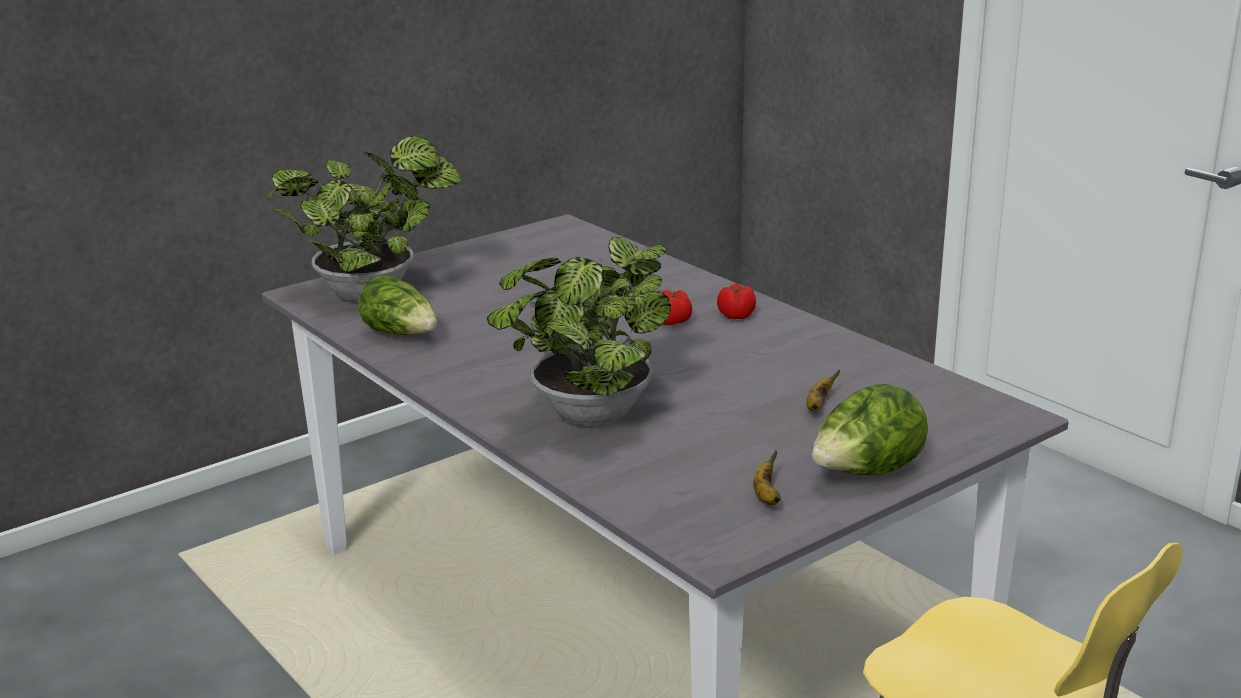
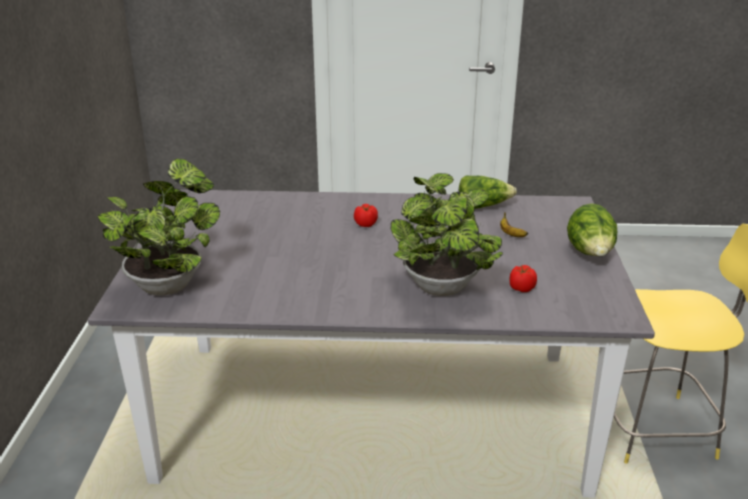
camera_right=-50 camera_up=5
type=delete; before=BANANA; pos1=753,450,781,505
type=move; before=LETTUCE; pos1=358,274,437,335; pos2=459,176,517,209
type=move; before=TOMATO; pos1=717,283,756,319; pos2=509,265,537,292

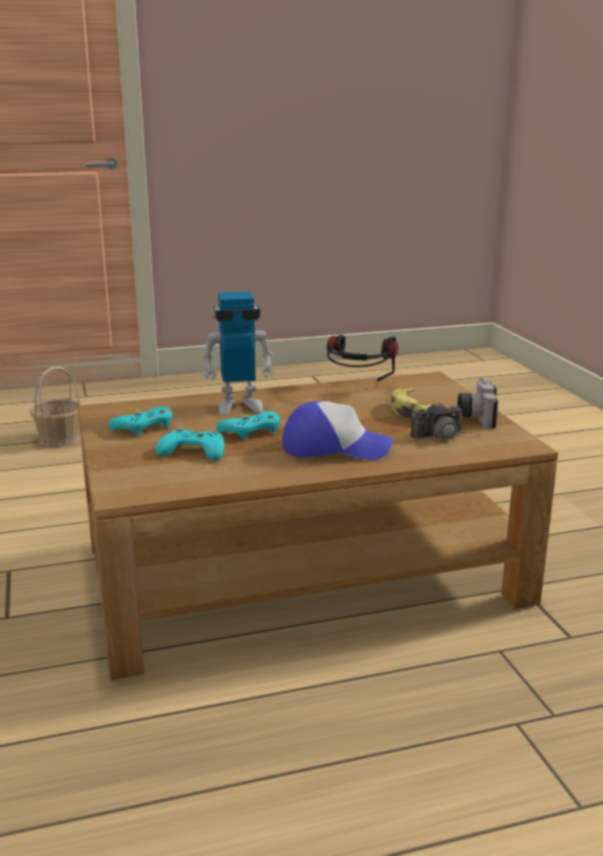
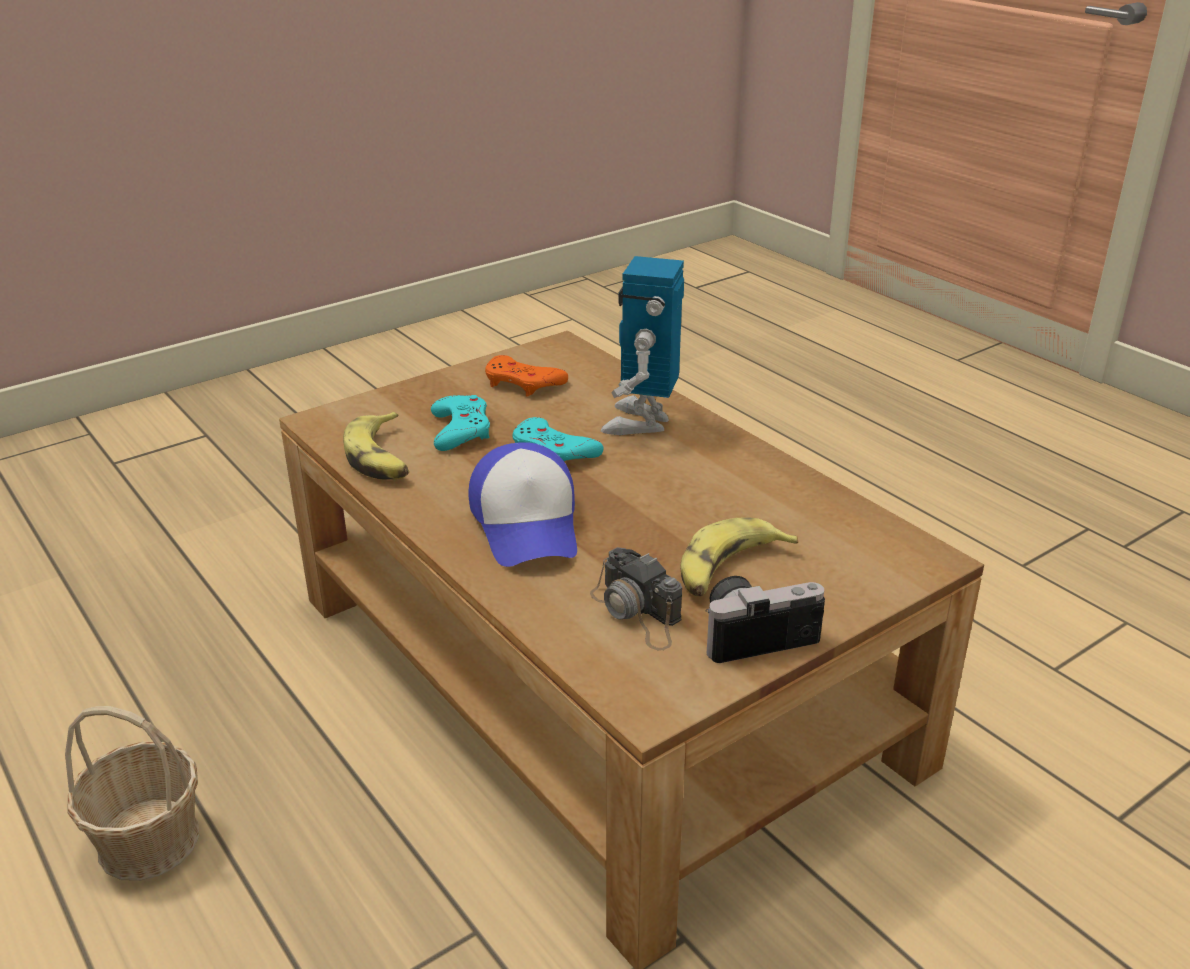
camera_right=70 camera_up=10
type=delete; before=HEADPHONES; pos1=327,335,398,381
type=insert; after=BANANA; pos2=343,412,409,480
type=move; before=BASKET; pos1=30,366,82,447; pos2=65,706,200,881
type=recolor; before=TURQUOISE GAME CONTROLLER; after=ORANGE GAME CONTROLLER; pos1=108,406,172,435; pos2=485,355,568,397
type=rotate; before=TOY ROBOT; pos1=202,291,274,415; pos2=601,256,684,435; turn=45

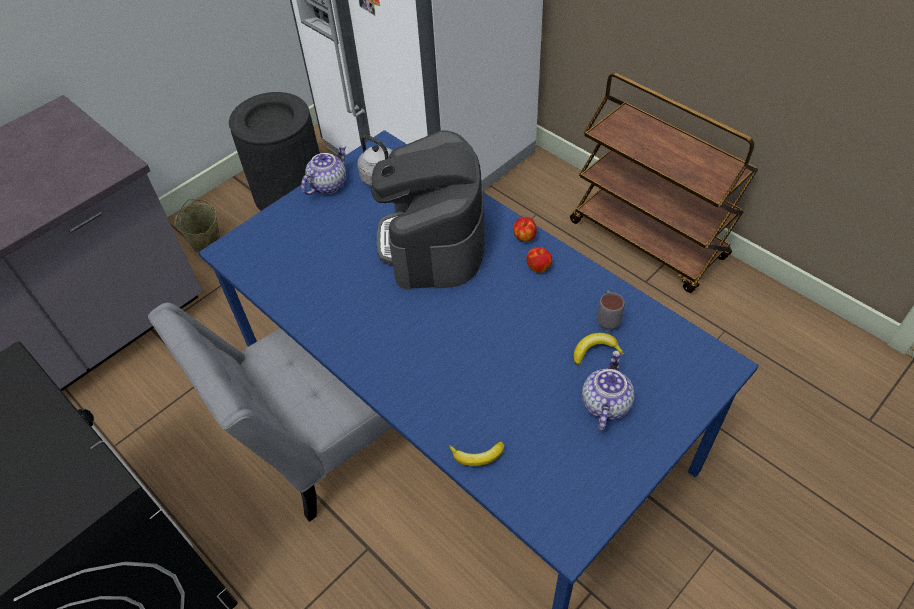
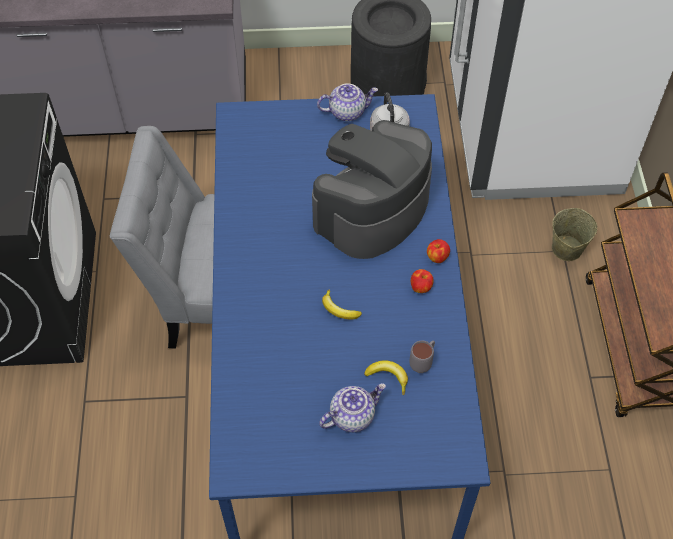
camera_right=40 camera_up=5
type=move; before=BEIGE BUCKET; pos1=175,199,220,253; pos2=552,208,597,261
type=move; before=BANANA; pos1=449,441,504,466; pos2=322,289,362,320

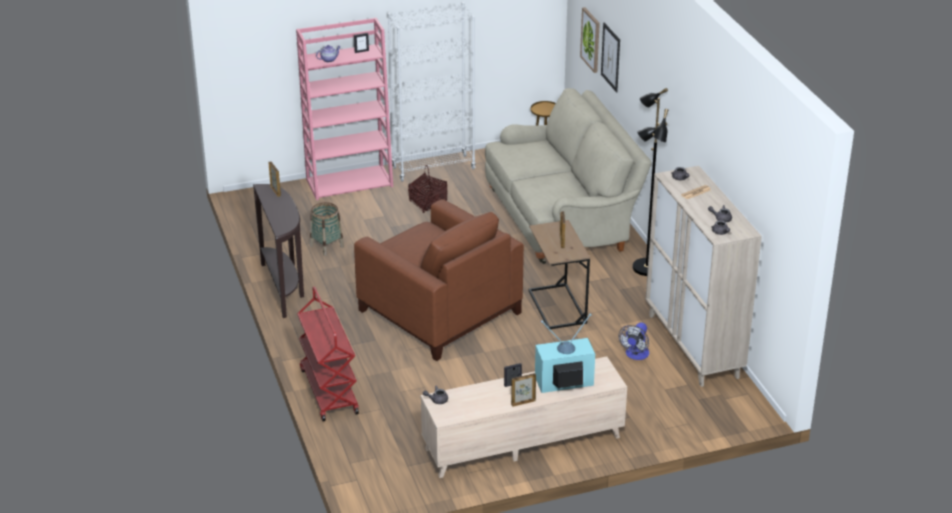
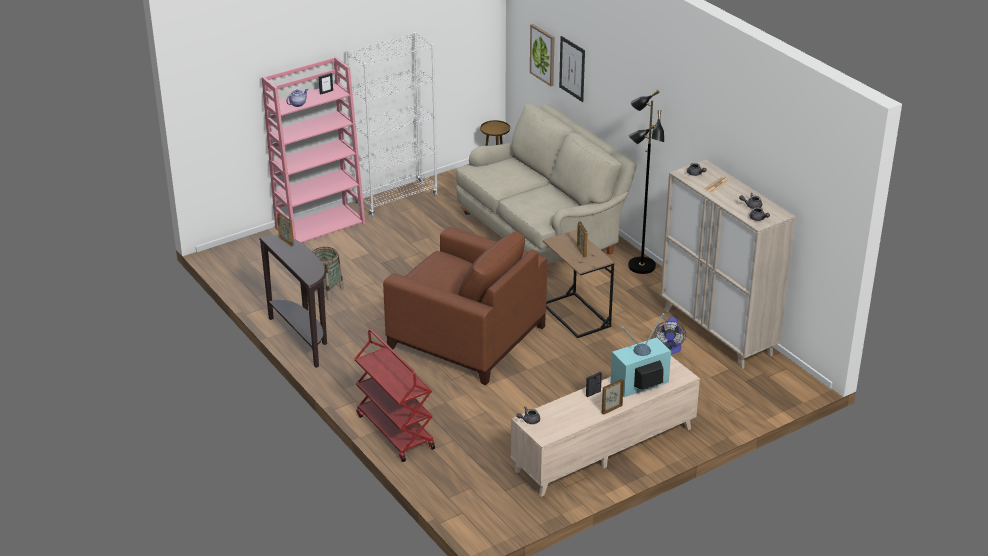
camera_right=-15 camera_up=0
type=delete; before=BASKET; pos1=408,165,448,213

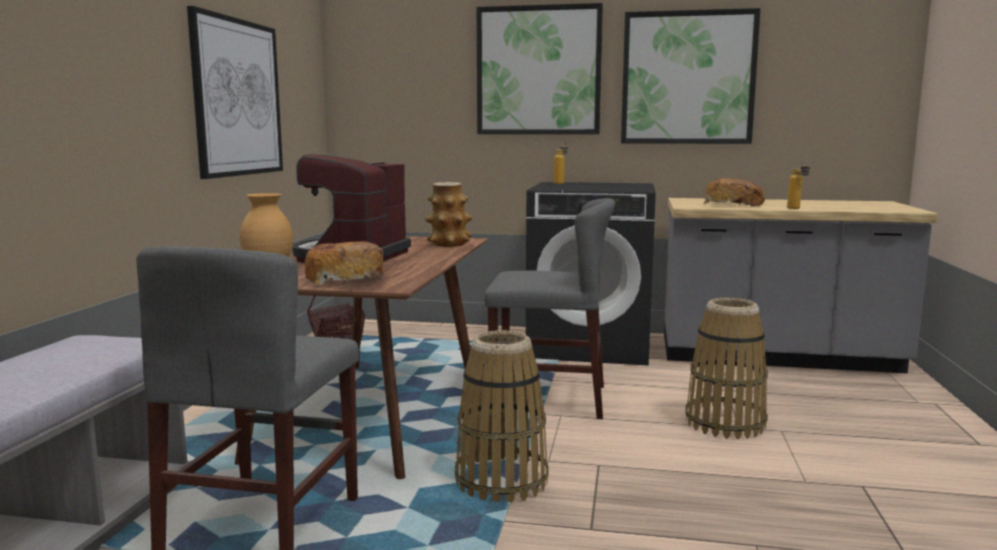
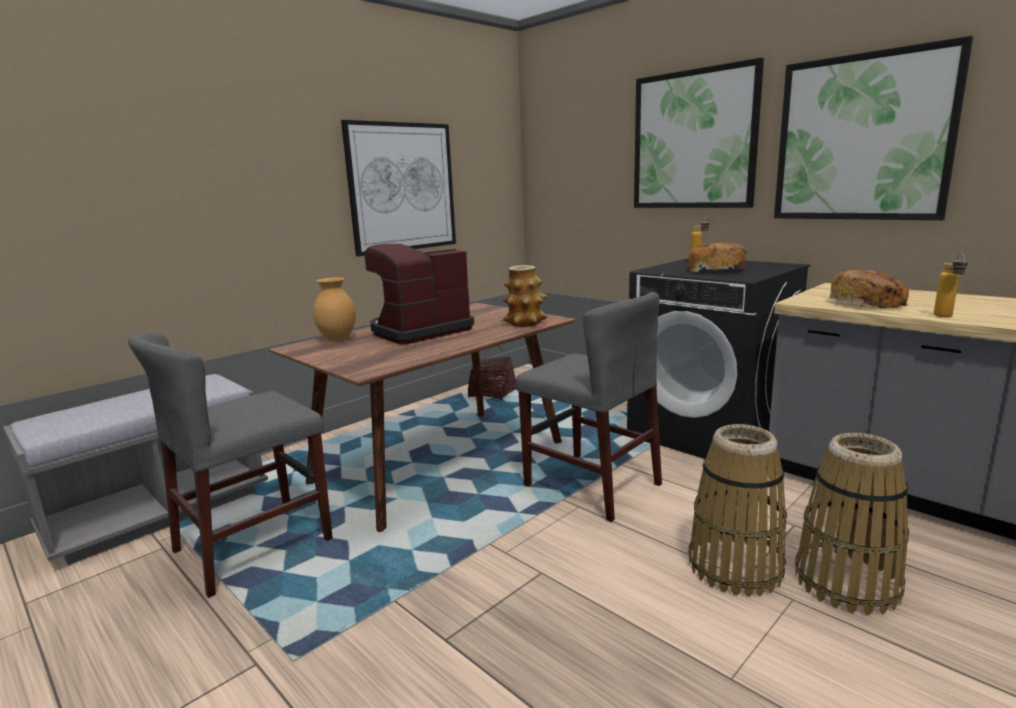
camera_right=35 camera_up=5
type=move; before=BREAD; pos1=305,241,383,285; pos2=688,242,747,272
type=move; before=BASKET; pos1=455,330,549,503; pos2=795,433,909,615

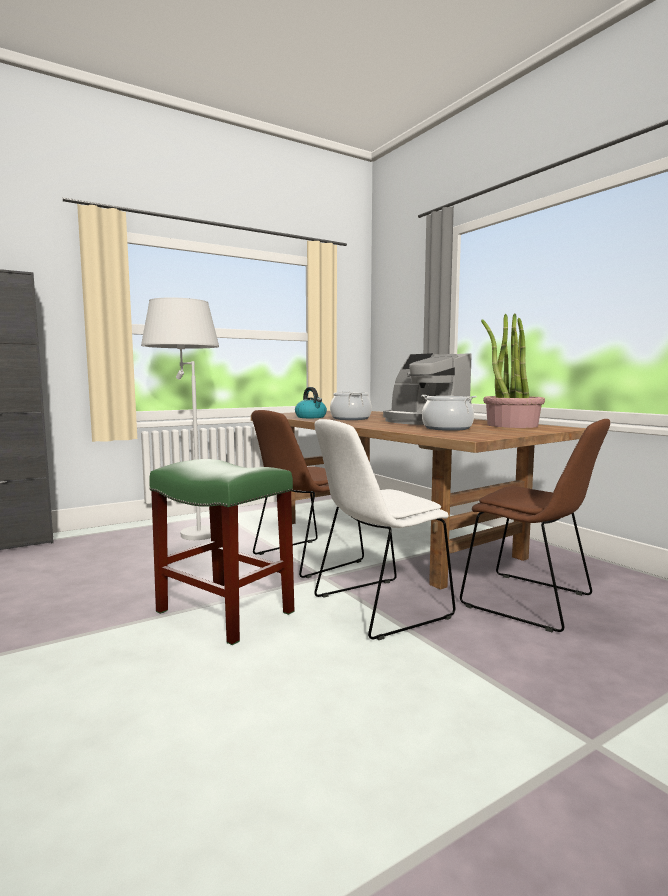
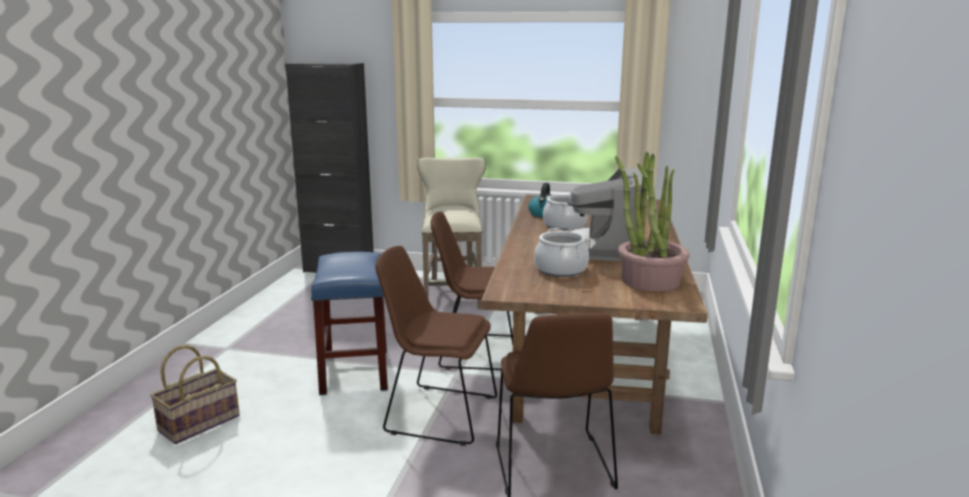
camera_right=45 camera_up=10
type=insert; after=BASKET; pos2=150,345,240,444
type=replace; before=WHITE FLOOR LAMP; after=BEIGE STOOL; pos1=141,298,219,540; pos2=417,157,486,309
type=recolor; before=GREEN STOOL; after=BLUE STOOL; pos1=149,459,294,645; pos2=311,252,388,395
type=recolor; before=WHITE CHAIR; after=BROWN CHAIR; pos1=314,419,455,640; pos2=375,246,497,446

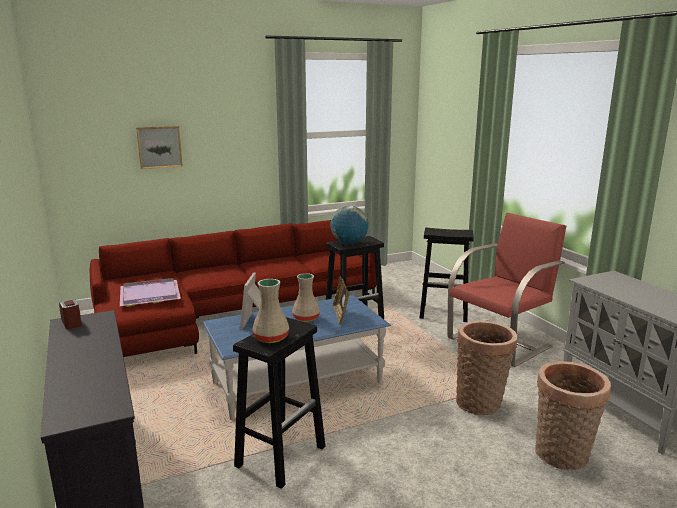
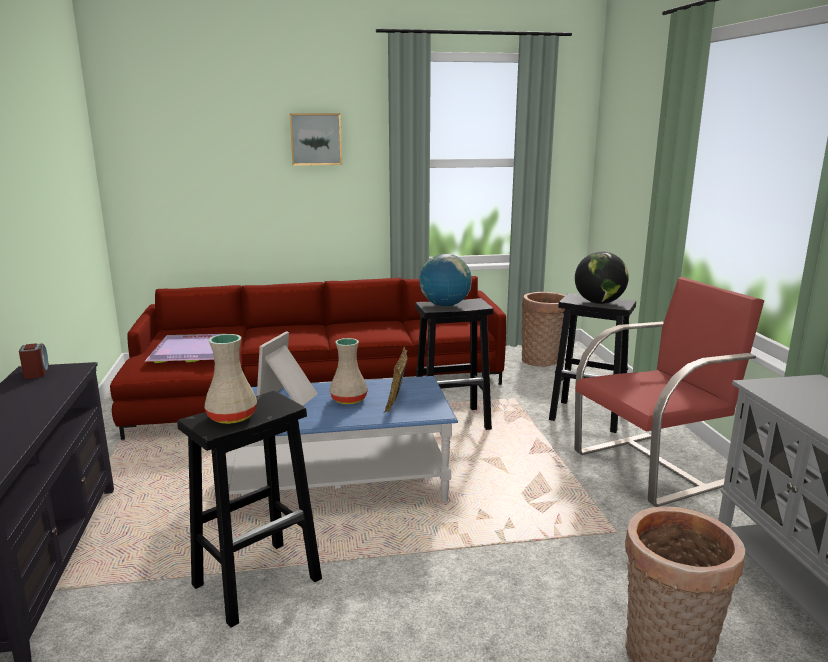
camera_right=15 camera_up=0
type=insert; after=GLOBE; pos2=575,252,629,304
type=move; before=PICTURE; pos1=136,126,183,169; pos2=290,113,342,166
type=move; before=BASKET; pos1=456,321,517,415; pos2=522,292,566,367

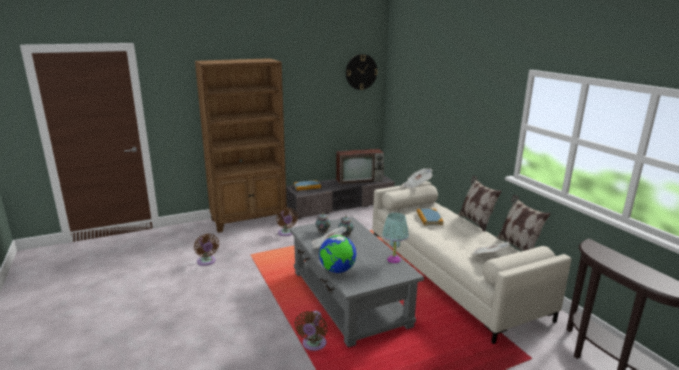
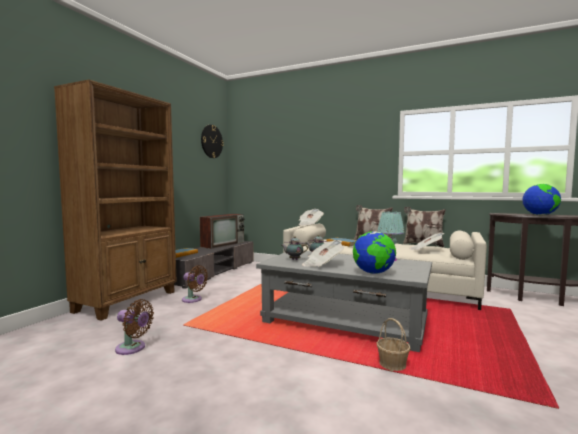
camera_right=-40 camera_up=-15
type=insert; after=GLOBE; pos2=522,184,561,215
type=replace; before=BROWN FAN; after=BASKET; pos1=295,311,327,351; pos2=376,318,411,372

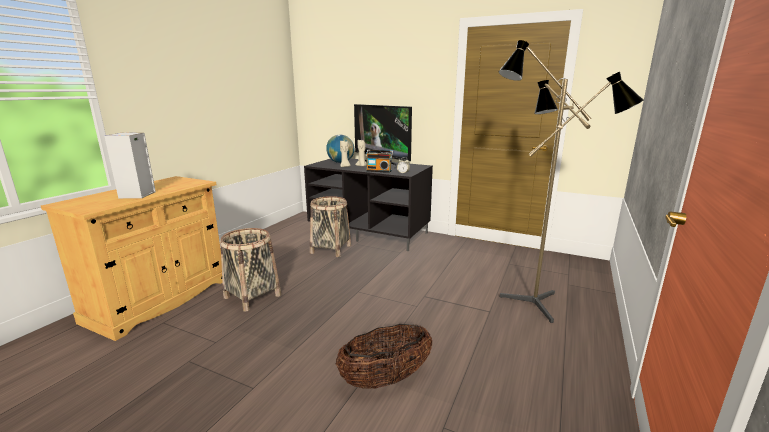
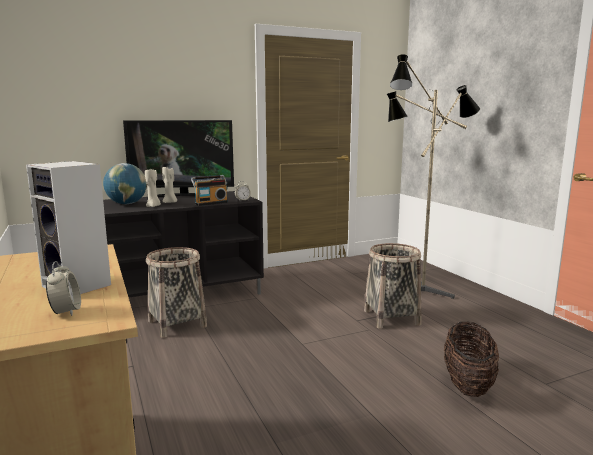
camera_right=-50 camera_up=-5
type=insert; after=ALARM CLOCK; pos2=46,261,81,316
type=move; before=BASKET; pos1=220,228,281,312; pos2=364,243,422,329

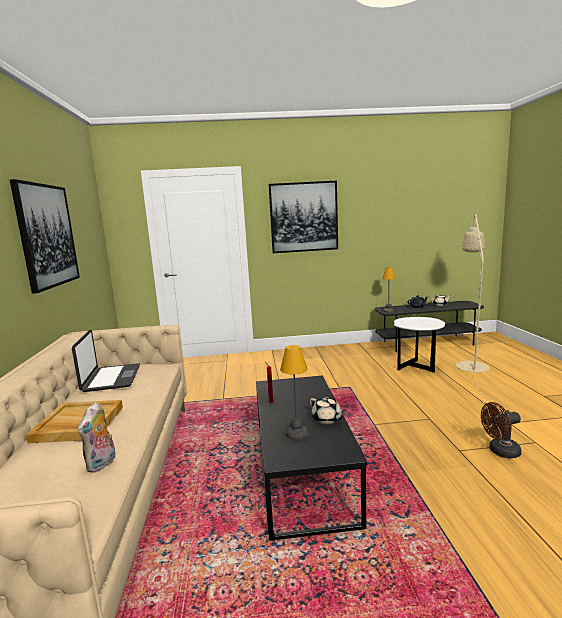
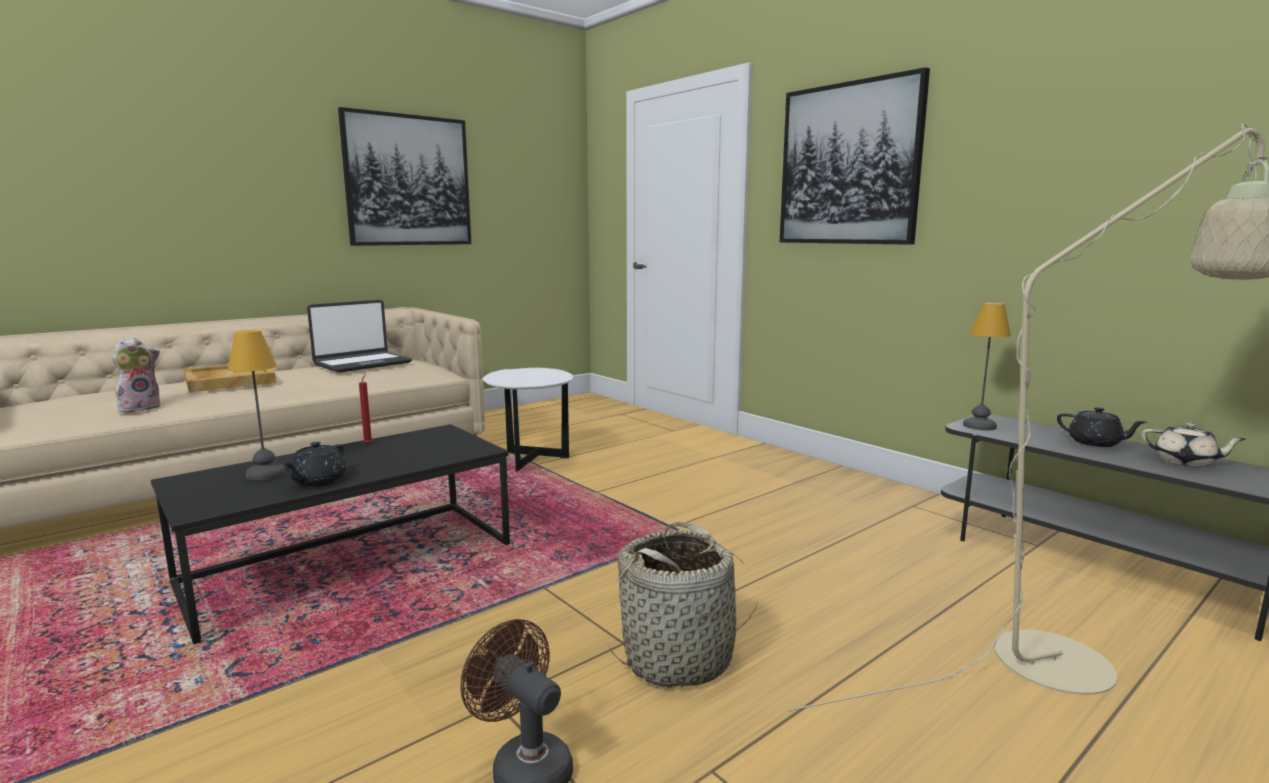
camera_right=55 camera_up=0
type=insert; after=BASKET; pos2=609,521,758,688
type=move; before=WHITE SIDE TABLE; pos1=394,317,445,373; pos2=482,368,573,472
type=recolor; before=BEIGE TEAPOT; after=BLACK TEAPOT; pos1=310,397,346,424; pos2=283,442,346,487
type=rotate; before=PLUSH TOY; pos1=77,402,116,473; pos2=112,338,160,412; turn=150

